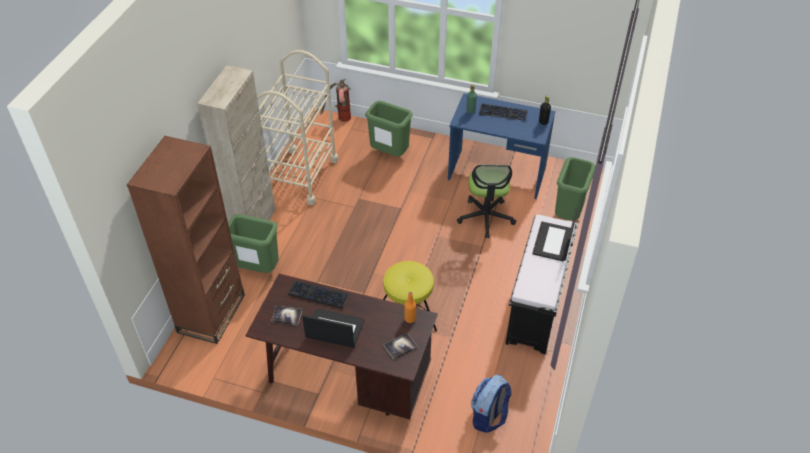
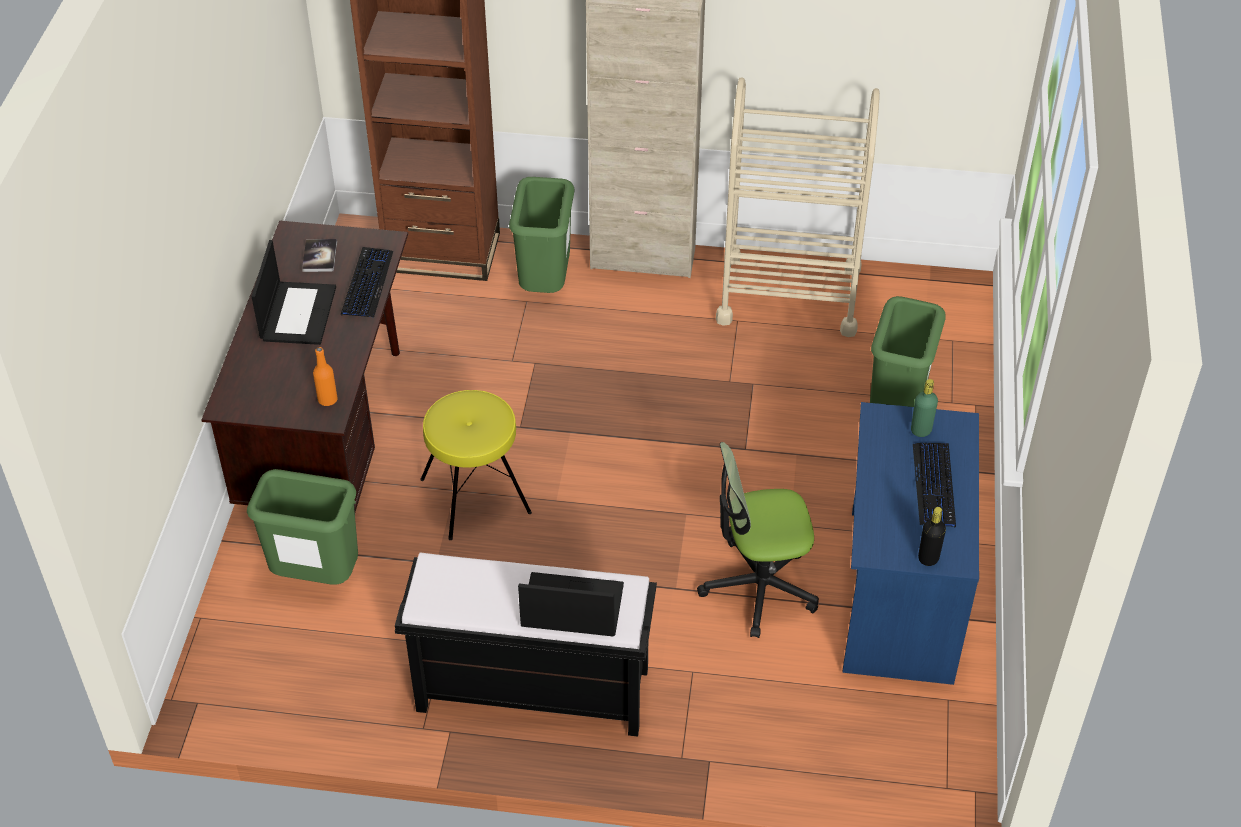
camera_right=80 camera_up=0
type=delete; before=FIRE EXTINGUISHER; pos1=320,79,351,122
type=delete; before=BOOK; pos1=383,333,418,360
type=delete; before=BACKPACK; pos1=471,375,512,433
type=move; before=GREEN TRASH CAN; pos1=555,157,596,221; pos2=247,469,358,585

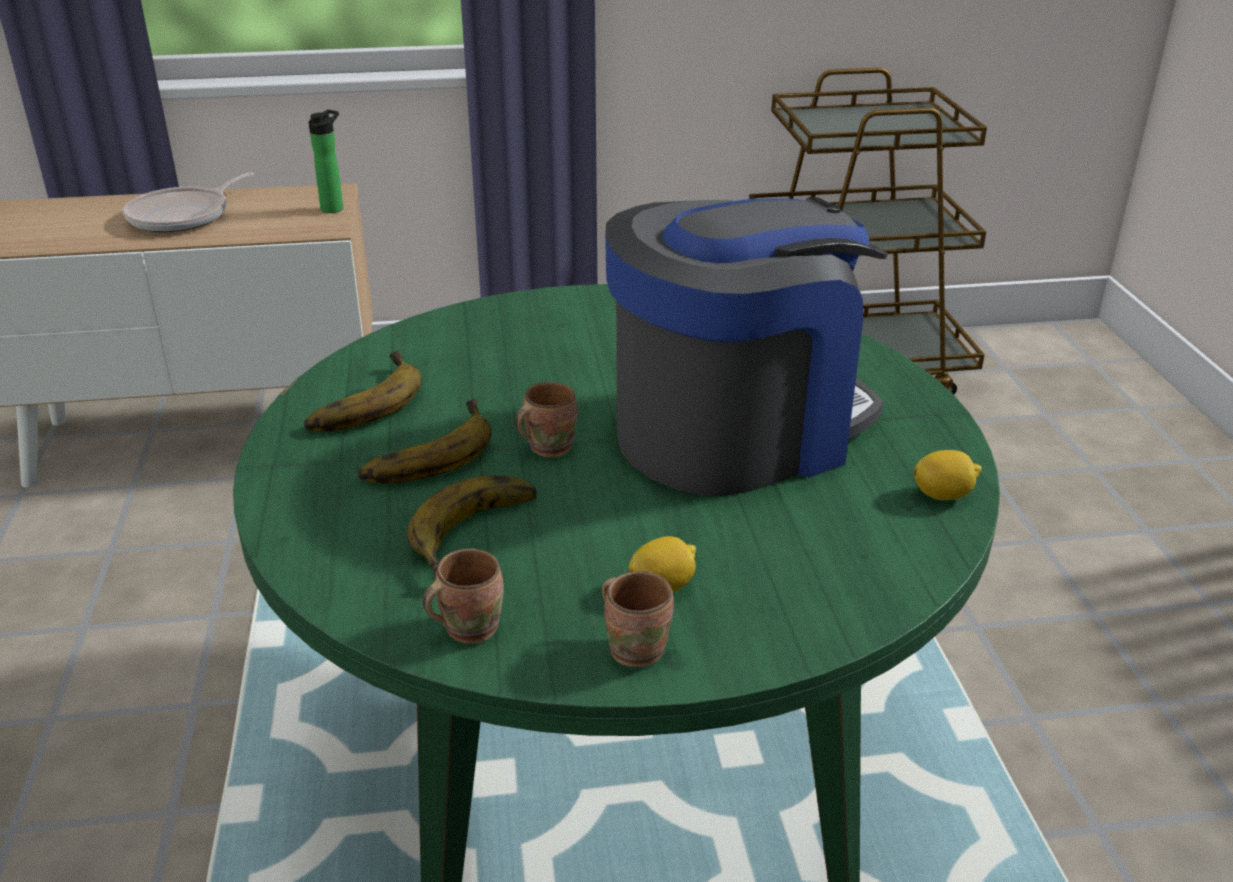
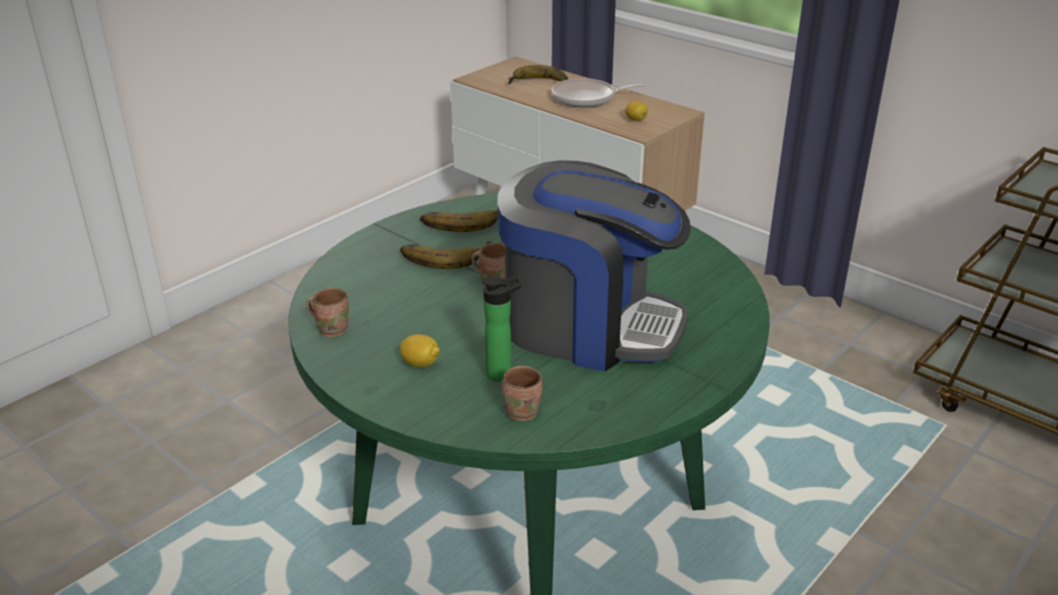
camera_right=50 camera_up=0
type=move; before=BOTTLE; pos1=309,110,343,213; pos2=482,277,521,381
type=move; before=BANANA; pos1=407,475,537,579; pos2=508,65,568,84
type=move; before=BROWN MUG; pos1=602,571,674,667; pos2=502,366,543,421
type=move; before=LEMON; pos1=913,450,982,501; pos2=625,101,648,121

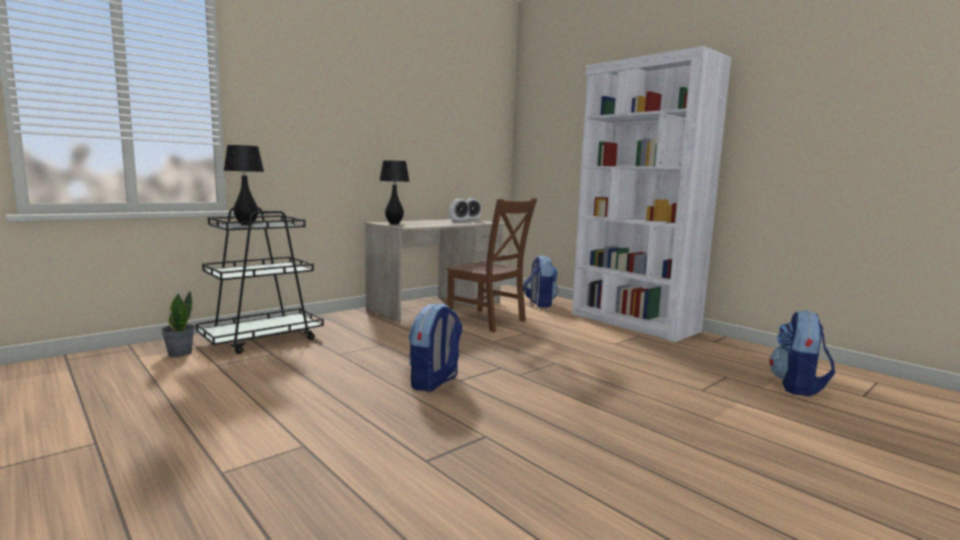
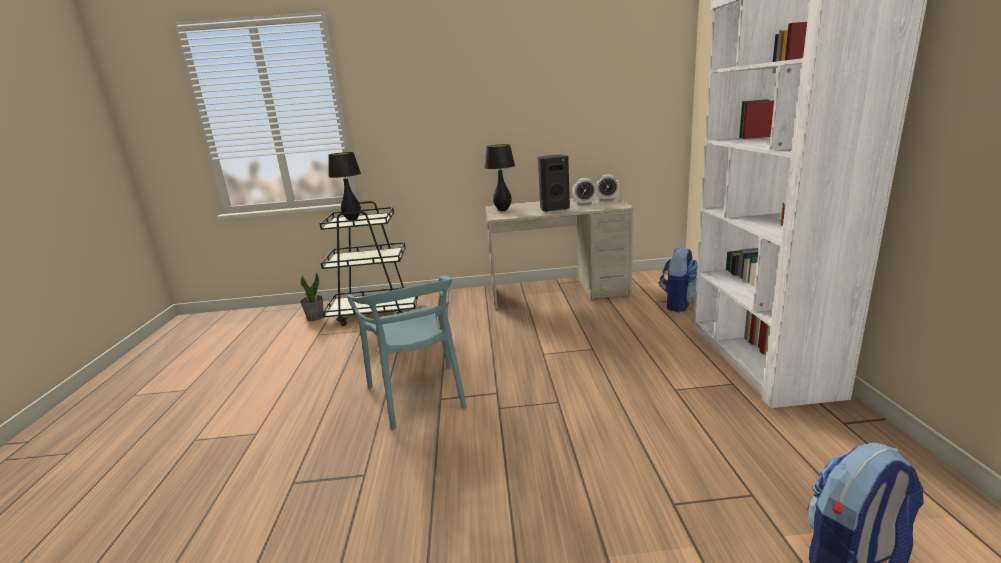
camera_right=40 camera_up=10
type=delete; before=BROWN CHAIR; pos1=446,198,537,332
type=insert; after=BLACK SPEAKER; pos2=538,155,570,212
type=replace; before=BACKPACK; after=TURQUOISE CHAIR; pos1=408,303,463,392; pos2=347,276,467,430

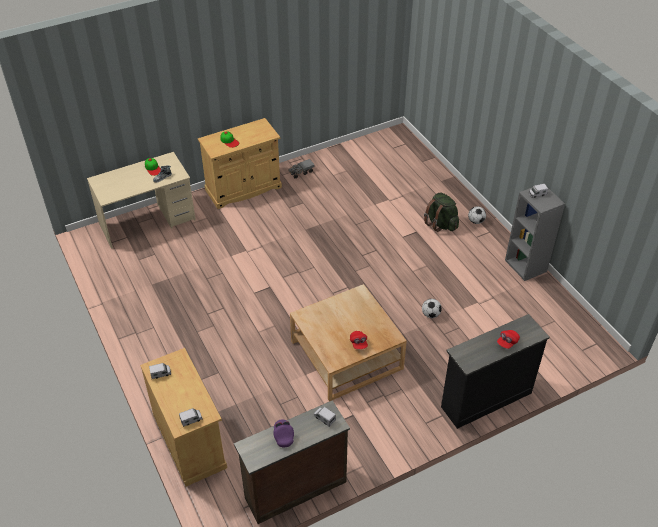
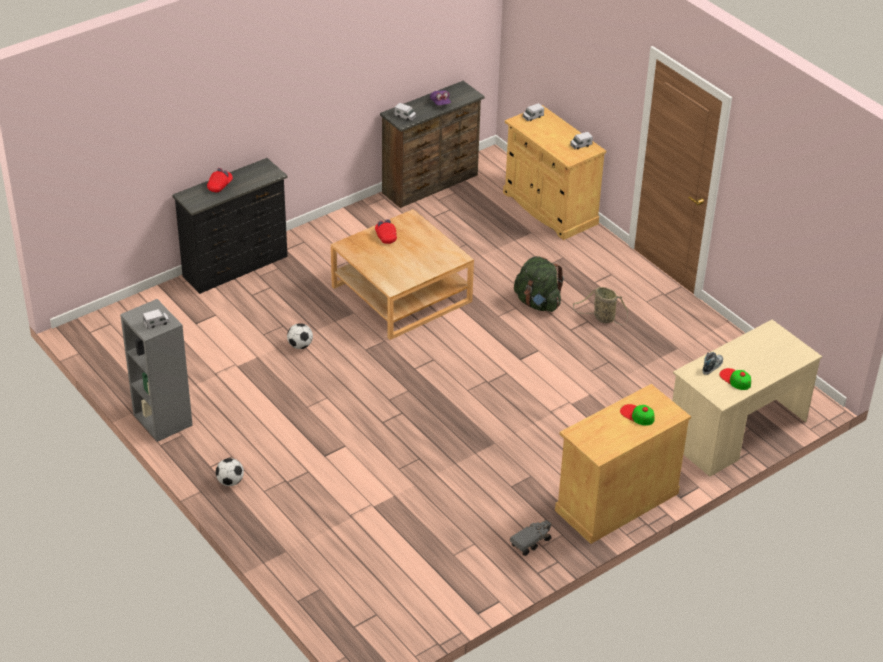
camera_right=170 camera_up=-5
type=insert; after=BASKET; pos2=573,287,628,325
type=move; before=GREEN BACKPACK; pos1=424,192,459,232; pos2=514,256,564,312

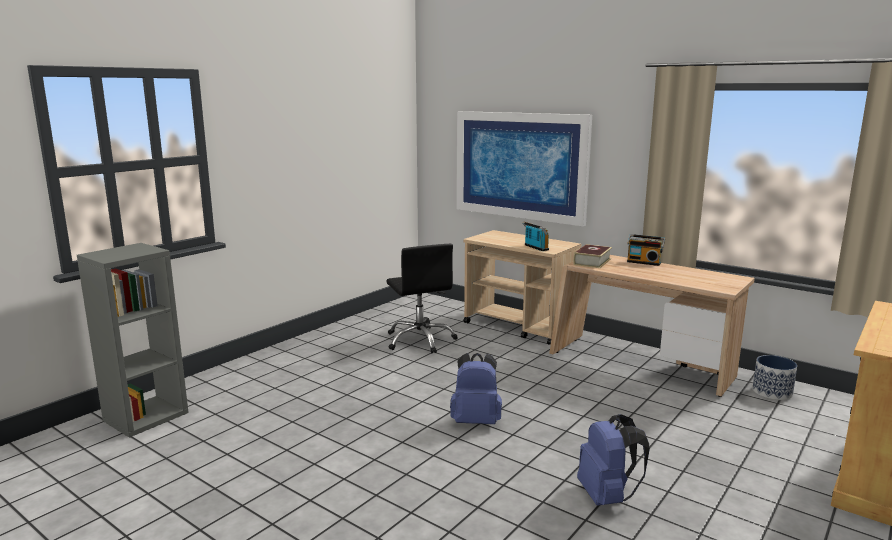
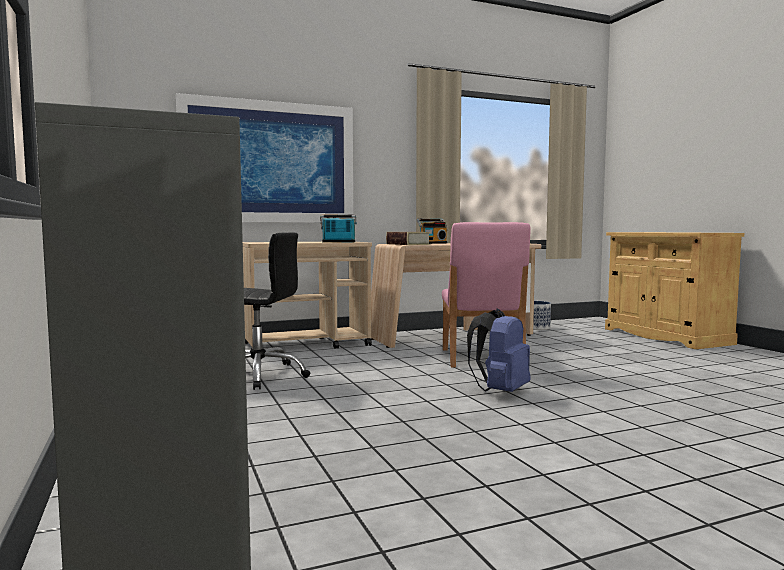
camera_right=-60 camera_up=-10
type=delete; before=BLUE BACKPACK; pos1=577,414,650,506
type=insert; after=PINK CHAIR; pos2=442,222,531,368

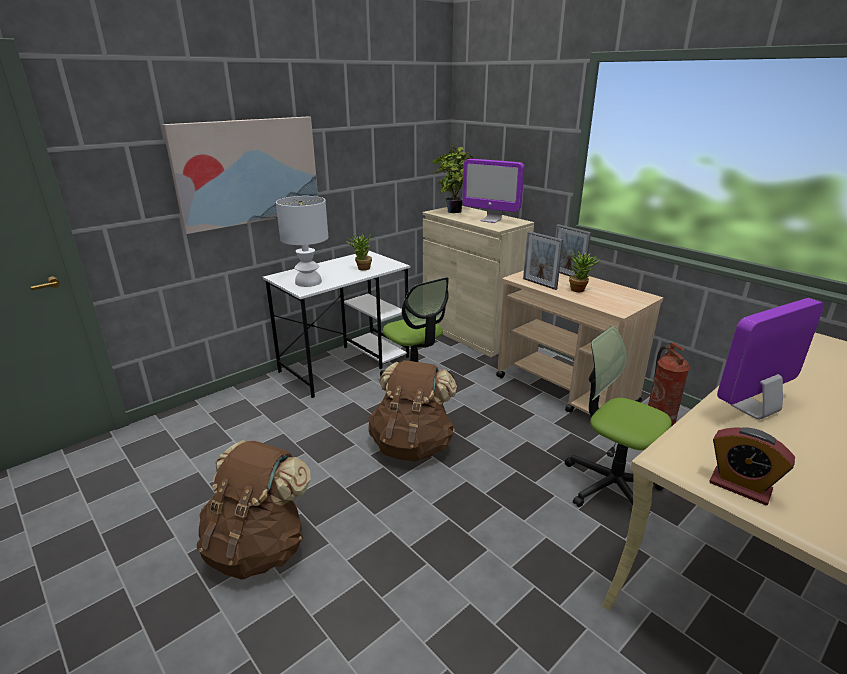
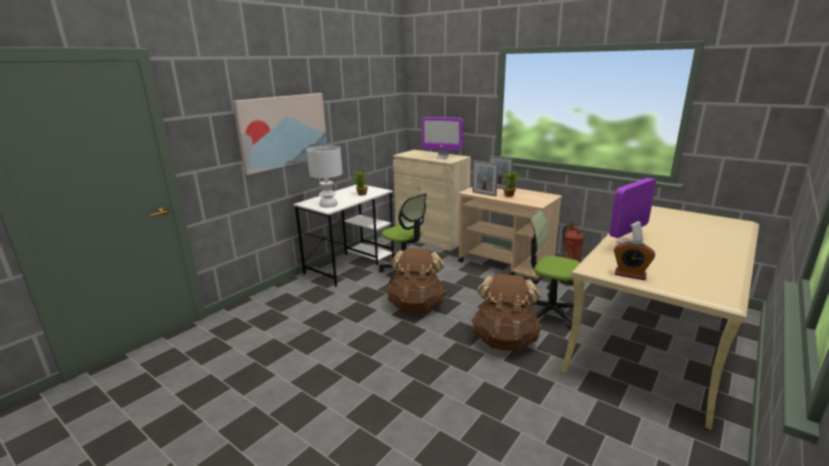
camera_right=-10 camera_up=-5
type=delete; before=POTTED PLANT; pos1=432,145,474,213
type=move; before=BROWN BACKPACK; pos1=197,440,311,580; pos2=472,274,542,351

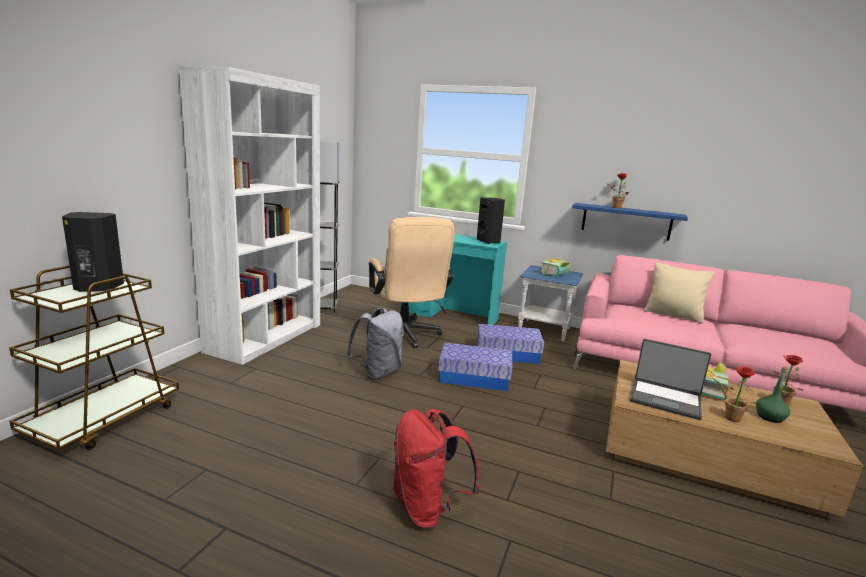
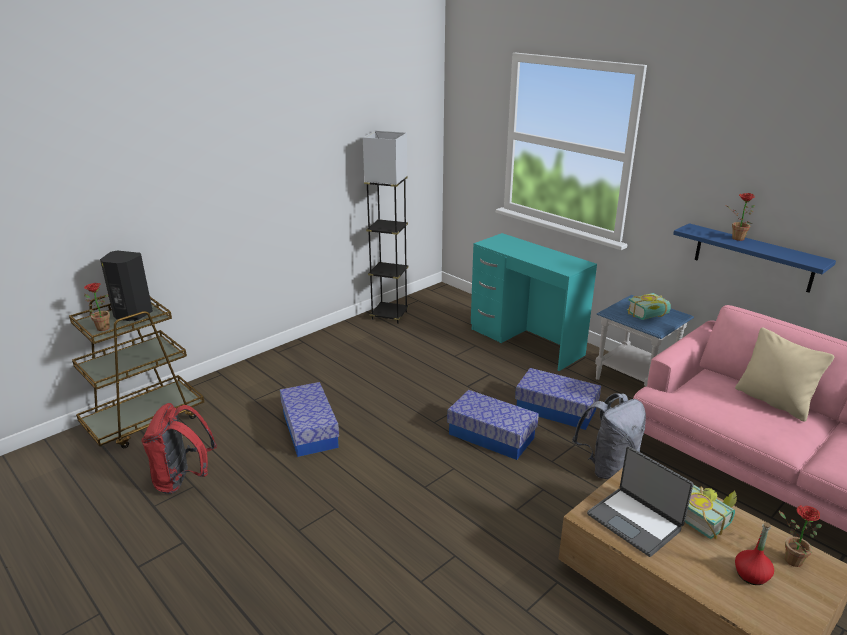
camera_right=25 camera_up=10
type=delete; before=WHITE BOOKCASE; pos1=179,66,320,365
type=delete; before=BEIGE OFFICE CHAIR; pos1=369,217,454,348
type=delete; before=BLACK SPEAKER; pos1=477,197,505,244
type=insert; after=STORAGE BOX; pos2=280,382,339,457
type=move; before=GREY BACKPACK; pos1=346,308,404,380; pos2=572,393,646,479
type=move; before=RED BACKPACK; pos1=393,409,480,529; pos2=142,403,217,494
type=move; before=POTTED PLANT; pos1=718,367,761,422; pos2=84,283,110,331
type=recolor; before=GREEN BOTTLE; after=RED BOTTLE; pos1=756,366,790,423; pos2=735,522,774,585

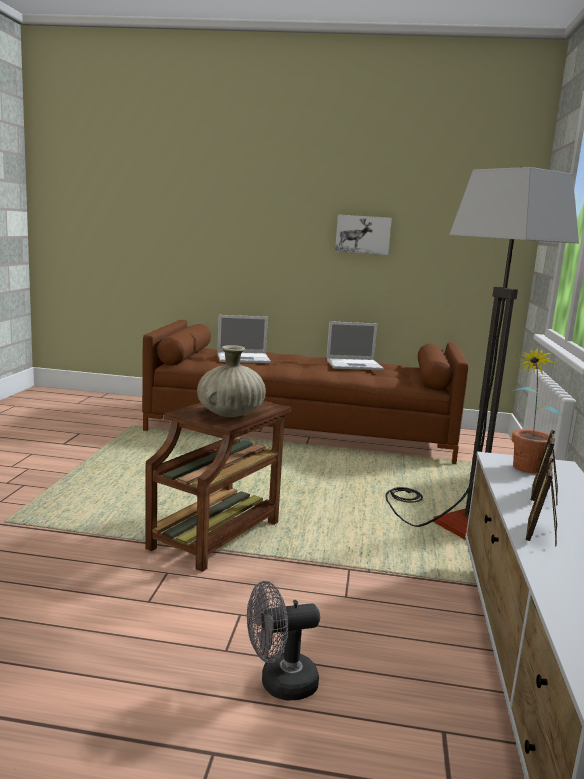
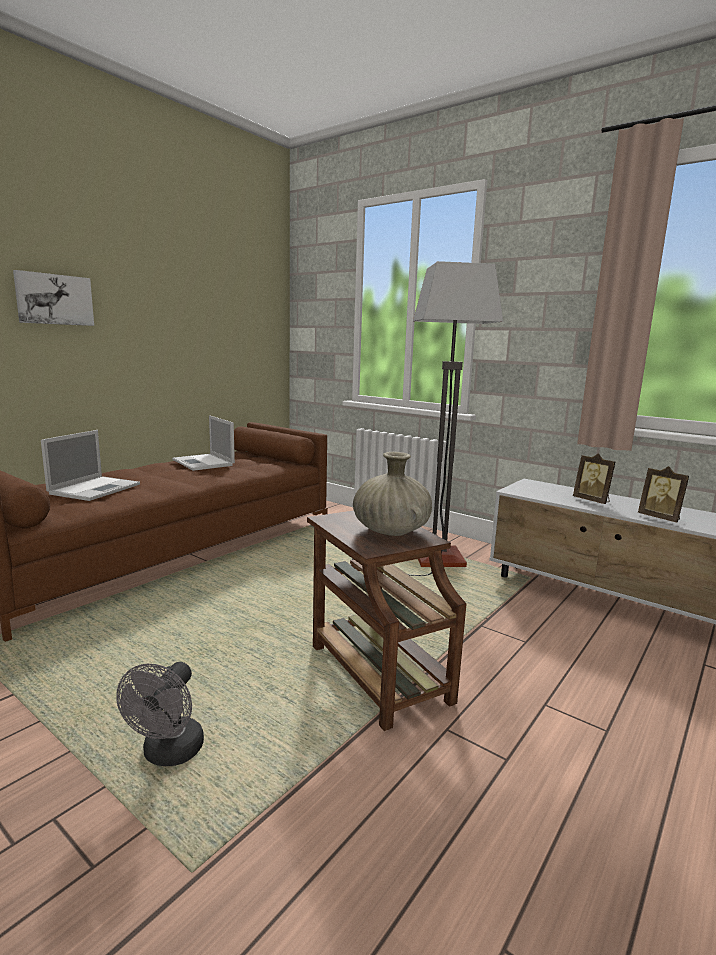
camera_right=-60 camera_up=0
type=delete; before=POTTED PLANT; pos1=510,346,562,474
type=move; before=GREY FAN; pos1=247,581,320,701; pos2=116,662,204,766
type=move; before=PICTURE; pos1=335,214,392,255; pos2=13,270,94,326
type=rotate; before=LAPTOP; pos1=327,321,384,370; pos2=172,415,235,471; turn=120

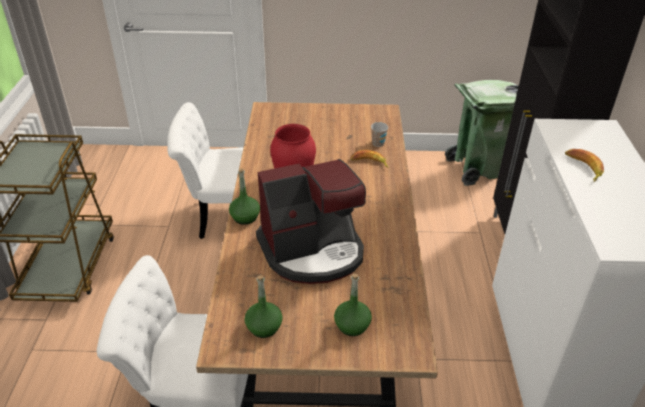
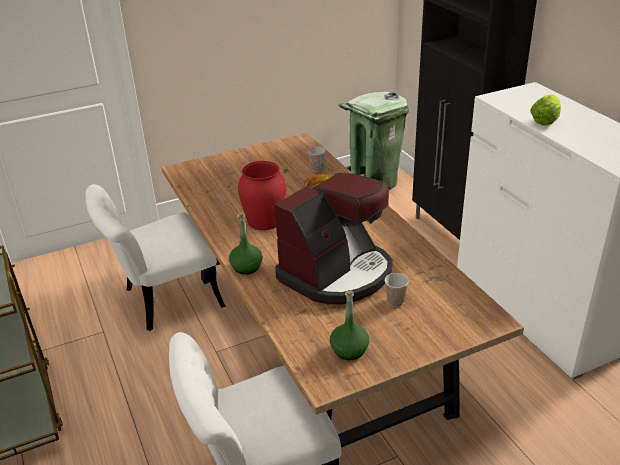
camera_right=-25 camera_up=-5
type=delete; before=GREEN BOTTLE; pos1=334,274,372,336
type=insert; after=CUP; pos2=384,273,409,307
type=replace; before=BANANA; after=LETTUCE; pos1=565,149,604,182; pos2=530,94,561,125

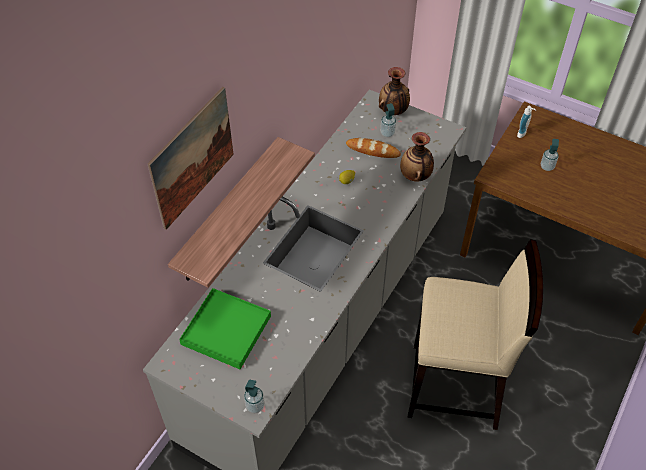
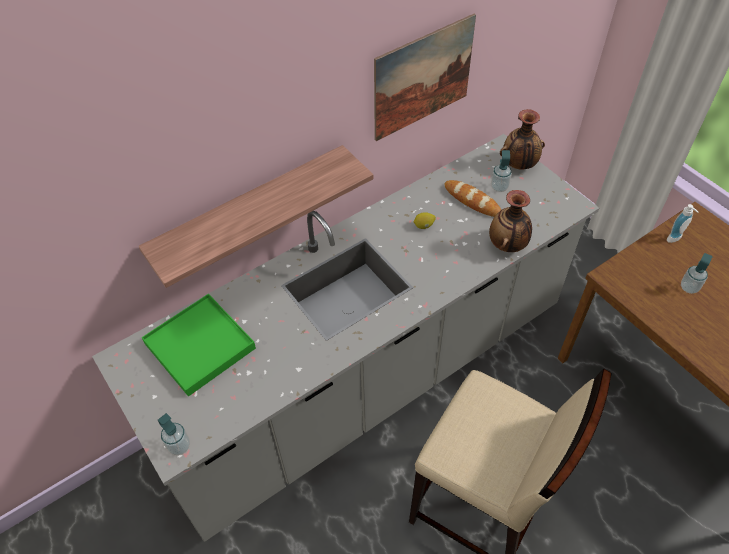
camera_right=25 camera_up=0
type=move; before=PICTURE; pos1=148,87,234,230; pos2=374,14,476,141

